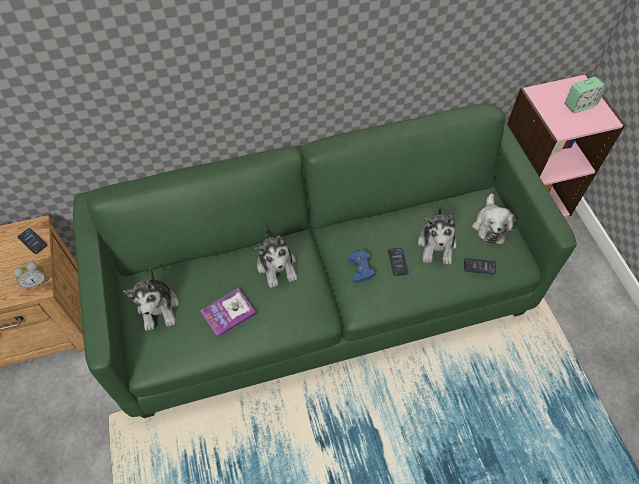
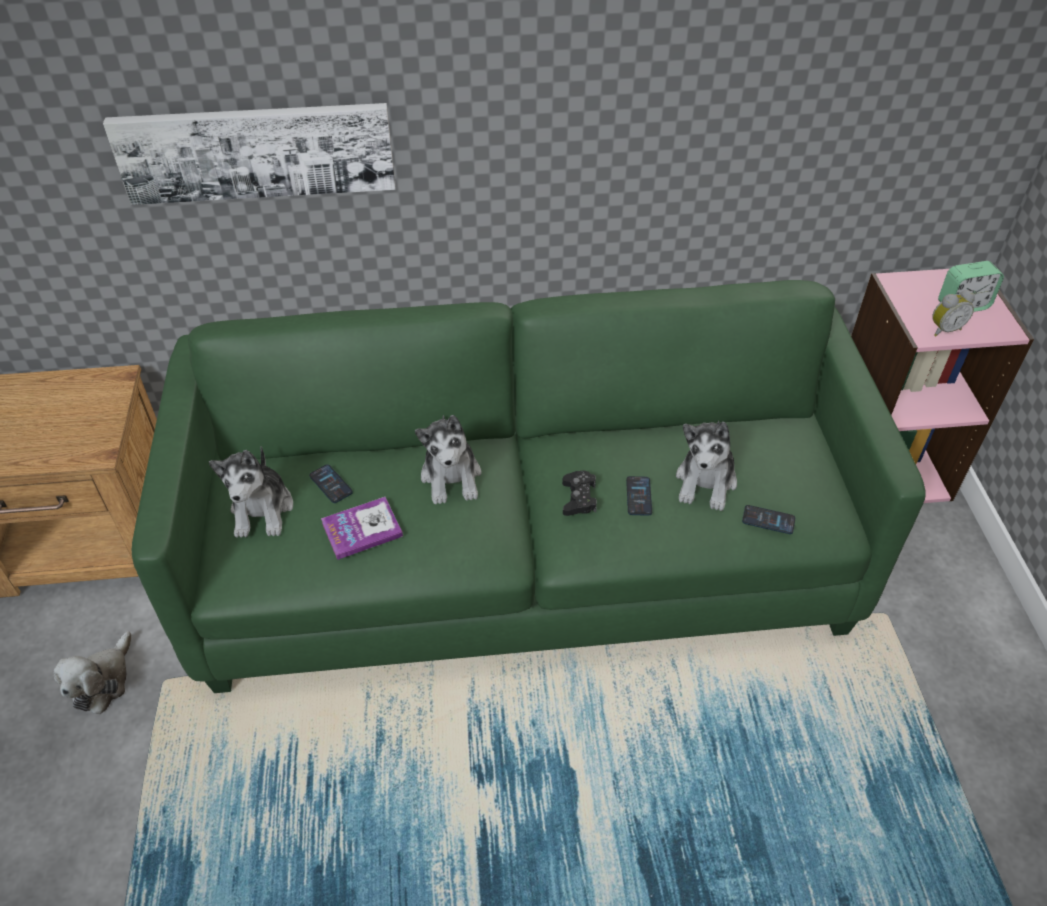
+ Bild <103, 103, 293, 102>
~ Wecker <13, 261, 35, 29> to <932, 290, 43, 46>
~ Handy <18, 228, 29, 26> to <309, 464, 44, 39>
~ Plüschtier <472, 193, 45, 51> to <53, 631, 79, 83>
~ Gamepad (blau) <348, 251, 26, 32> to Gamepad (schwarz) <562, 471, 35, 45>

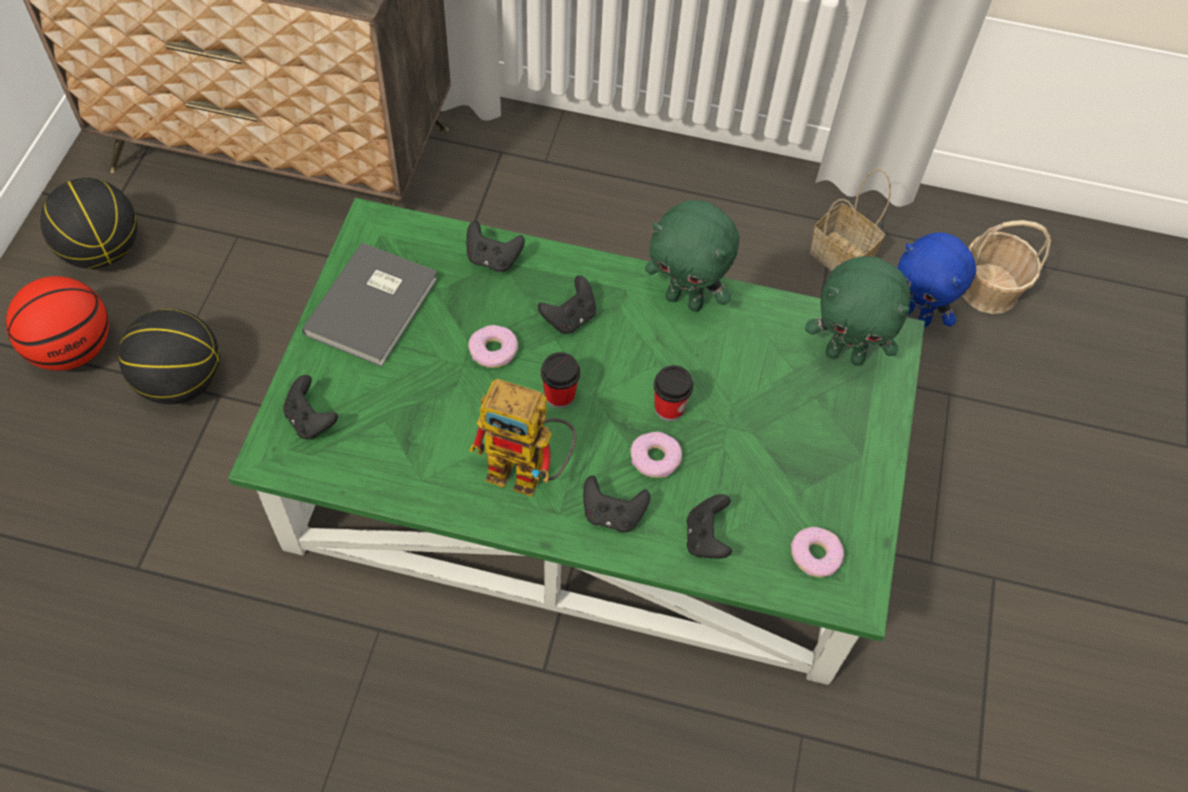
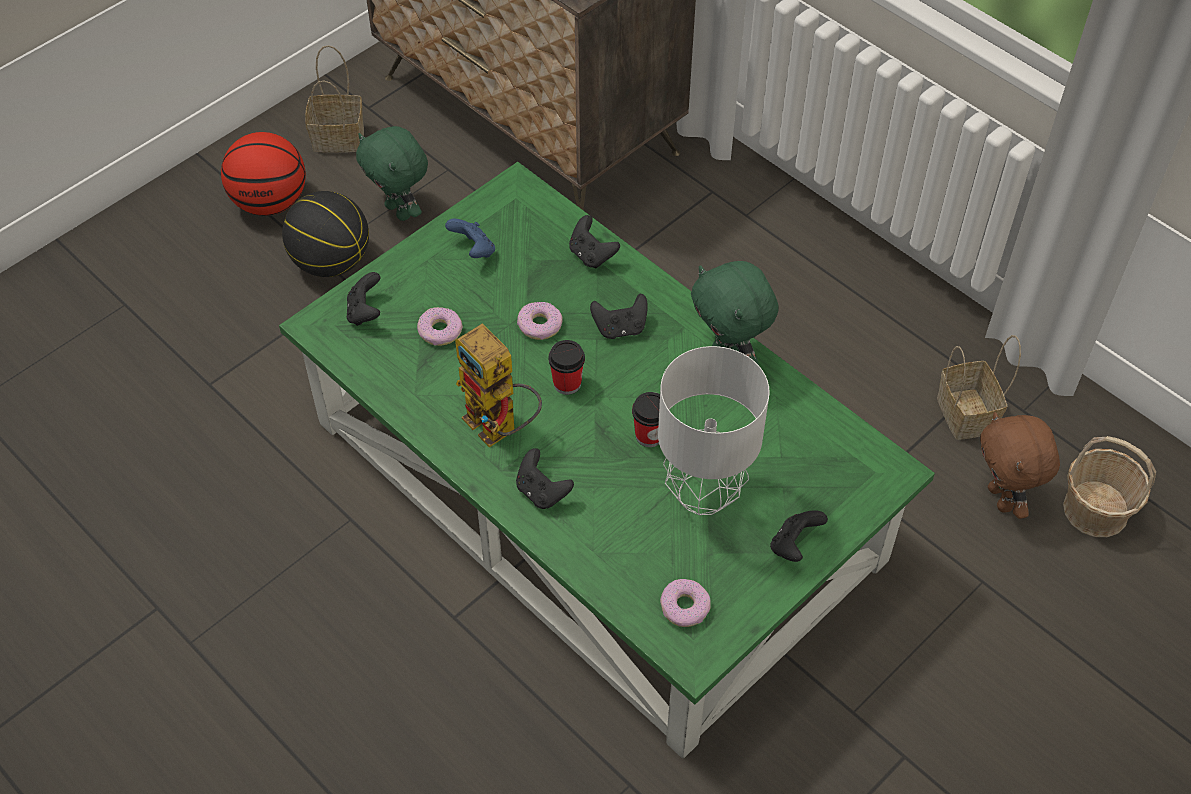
+ Tischlampe (grau) <658, 346, 112, 169>
~ Donut <631, 432, 51, 46> to <417, 307, 46, 39>
~ Gamepad (schwarz) <687, 494, 45, 65> to <770, 510, 58, 52>
~ Plüschtier (grün) <805, 256, 105, 110> to <356, 126, 72, 95>
~ Basketball <40, 178, 97, 91> to Korb <305, 45, 59, 108>
~ Buch (grau) <302, 242, 136, 125> to Gamepad (blau) <445, 219, 50, 39>
~ Plüschtier (blau) <897, 232, 79, 95> to Plüschtier (braun) <980, 412, 80, 107>

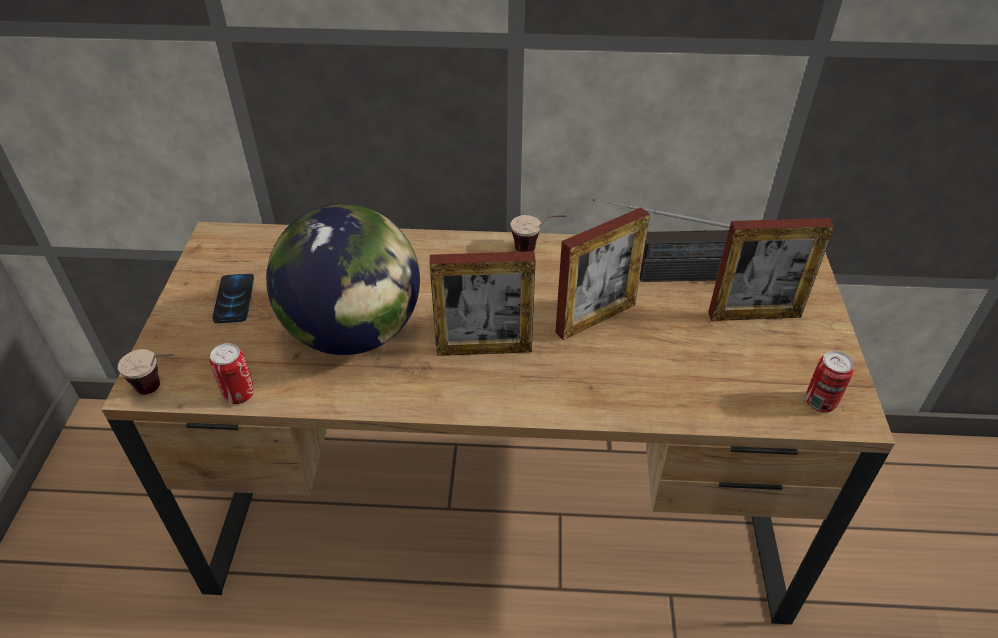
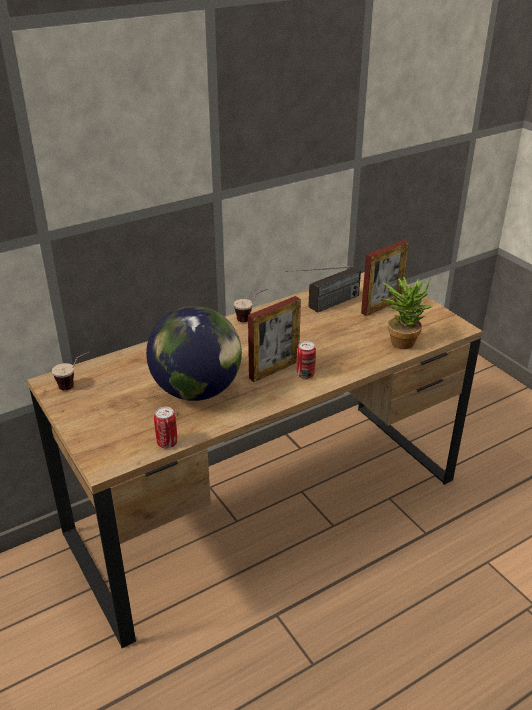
- Handy <212, 274, 42, 49>
- Bilderrahmen <555, 208, 95, 132>
+ Topfpflanze <381, 276, 52, 73>
~ Tasse <118, 349, 56, 46> to <52, 351, 38, 39>
~ Dose <806, 351, 48, 61> to <297, 341, 19, 38>

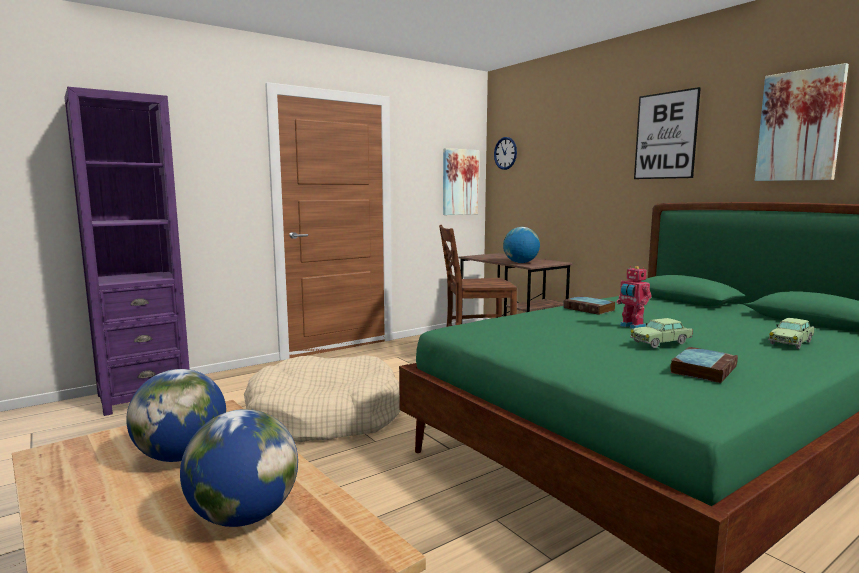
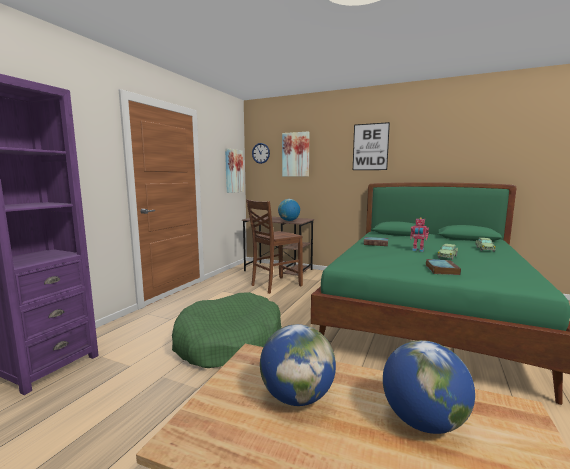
~ Buch <670, 347, 68, 36> to <426, 259, 35, 16>
~ Bild <755, 63, 94, 118> to <282, 131, 28, 46>
~ Hundebett (beige) <244, 355, 156, 87> to Hundebett (grün) <172, 292, 110, 76>

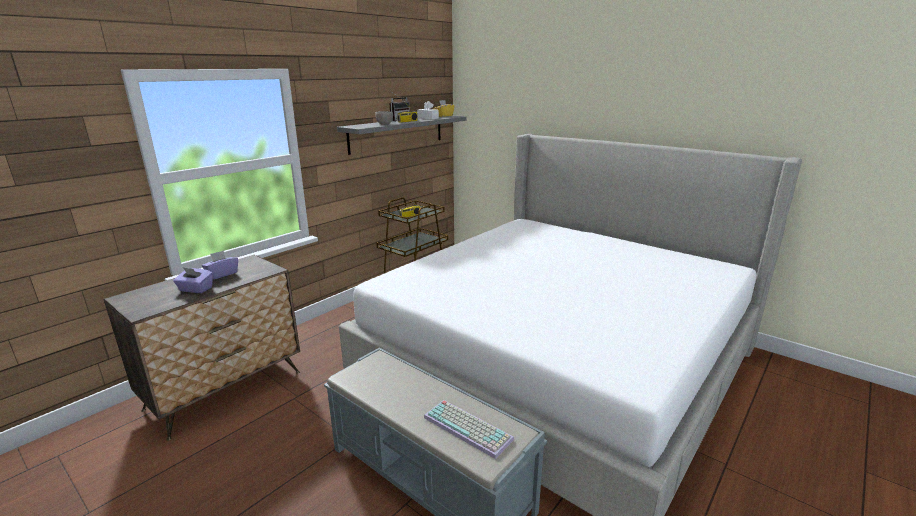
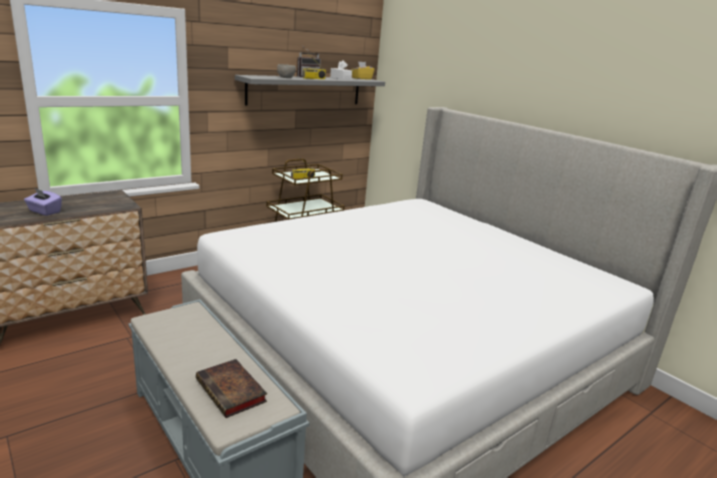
- Taschentuchbox (lila) <202, 250, 36, 29>
~ Tastatur <424, 400, 90, 59> to Buch <196, 359, 71, 59>

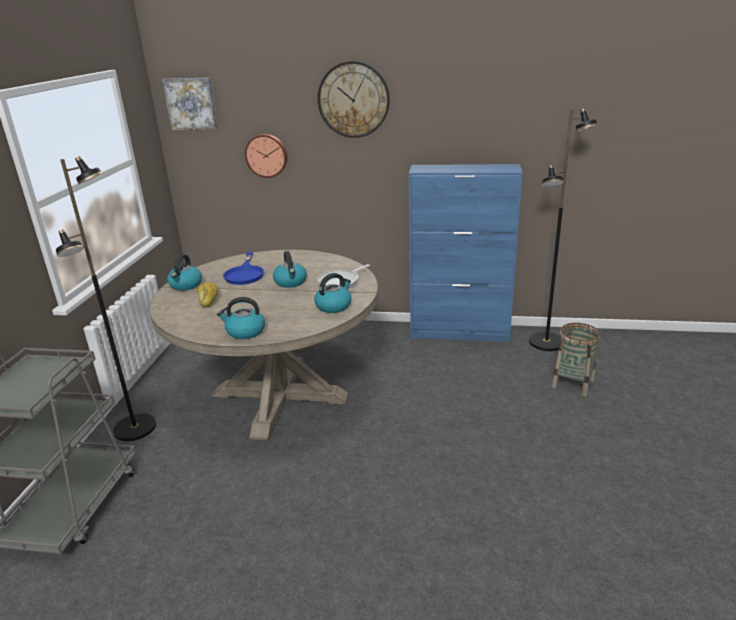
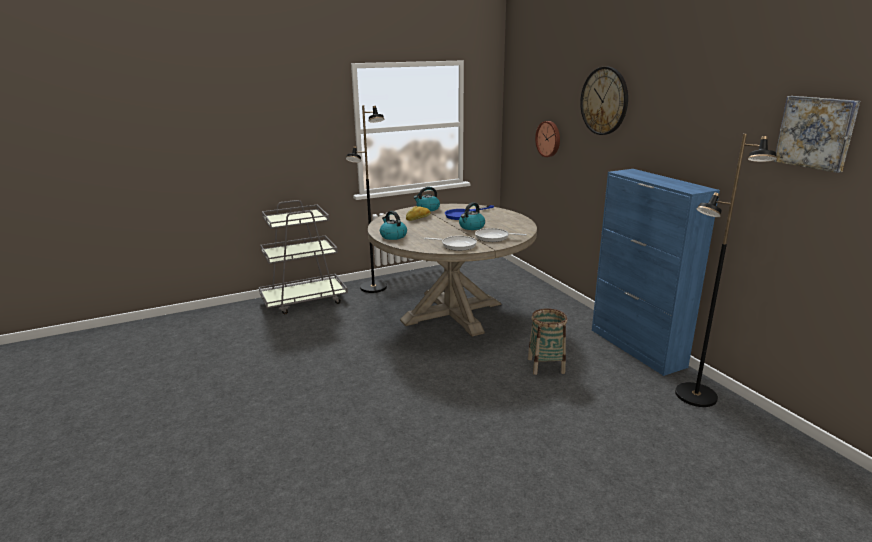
~ Bild <162, 77, 56, 53> to <774, 96, 86, 77>
~ Korb <552, 323, 48, 73> to <528, 308, 40, 67>
~ Wasserkessel <314, 273, 38, 40> to Pfanne <424, 236, 53, 15>

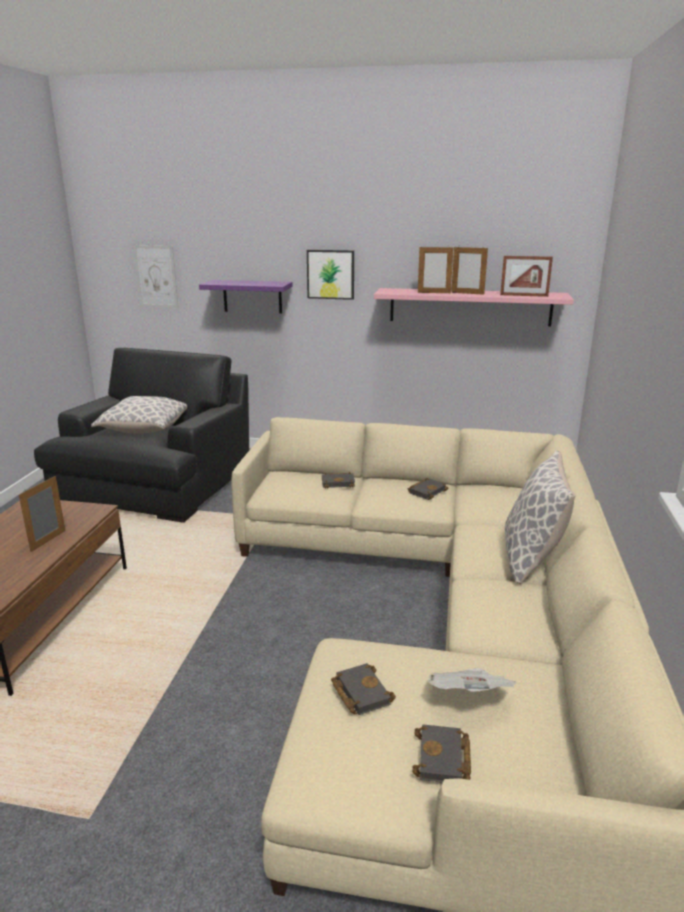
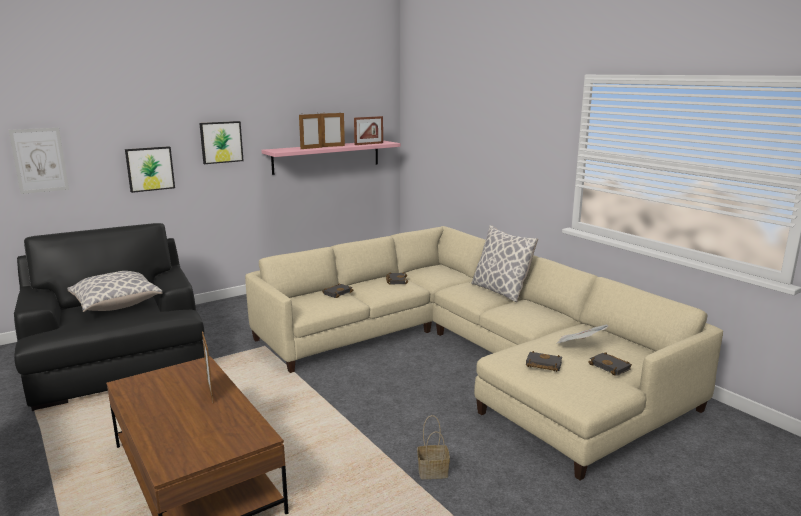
+ Korb <417, 415, 33, 64>
~ Wandregal (lila) <199, 280, 94, 33> to Bild <125, 146, 50, 47>

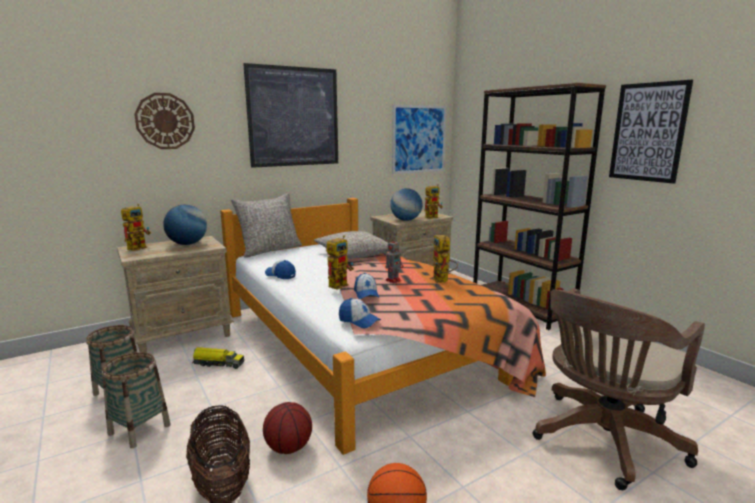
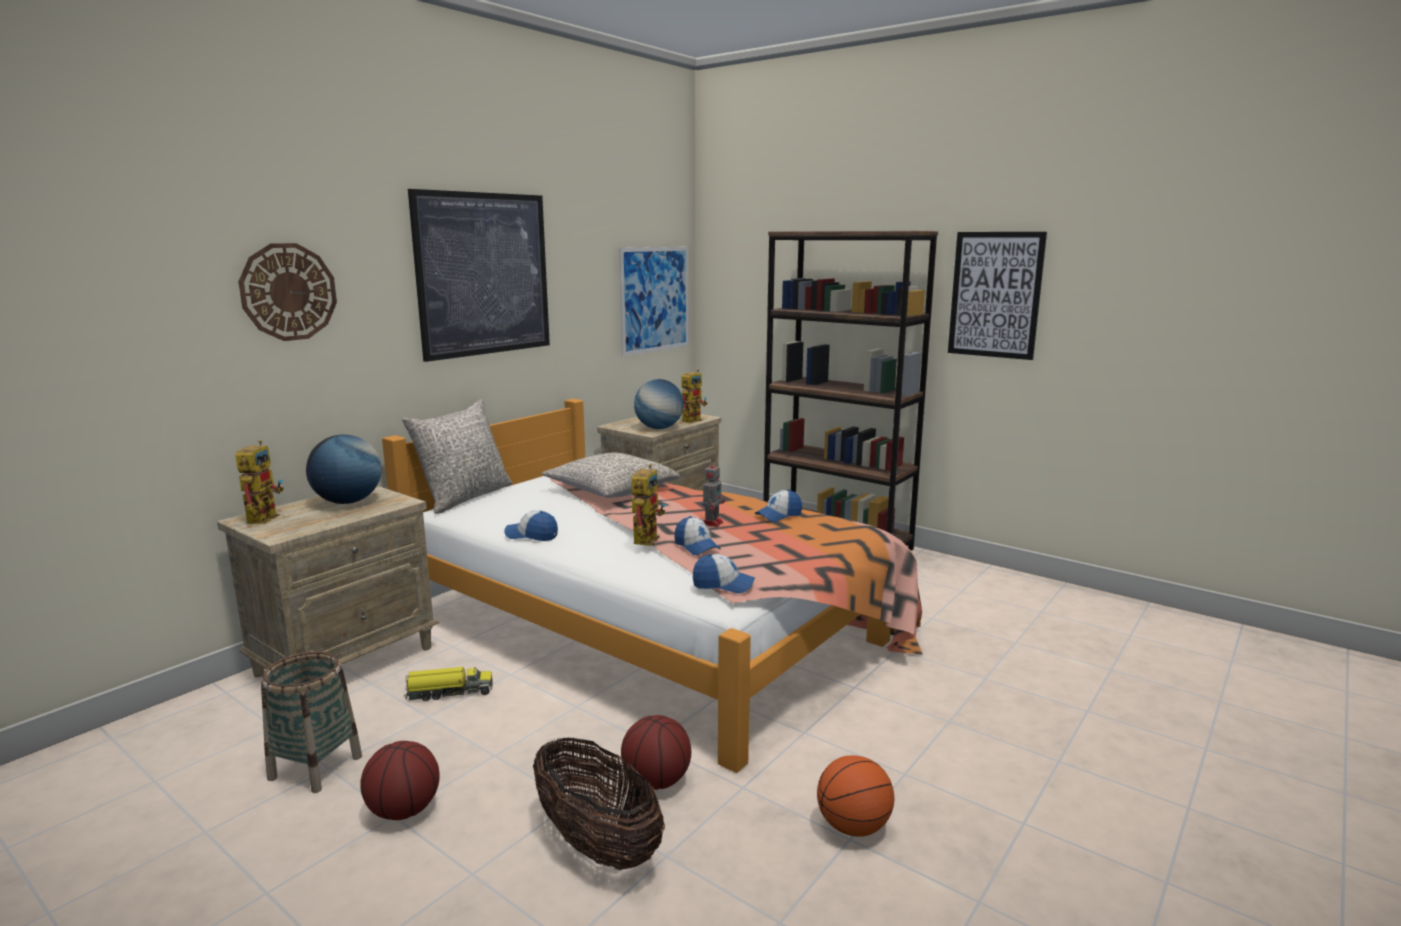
- Bürostuhl (braun) <533, 288, 172, 202>
~ Korb <102, 352, 69, 96> to Basketball <360, 741, 80, 79>
~ Spielzeugroboter <432, 235, 26, 48> to Kappe <755, 489, 47, 33>

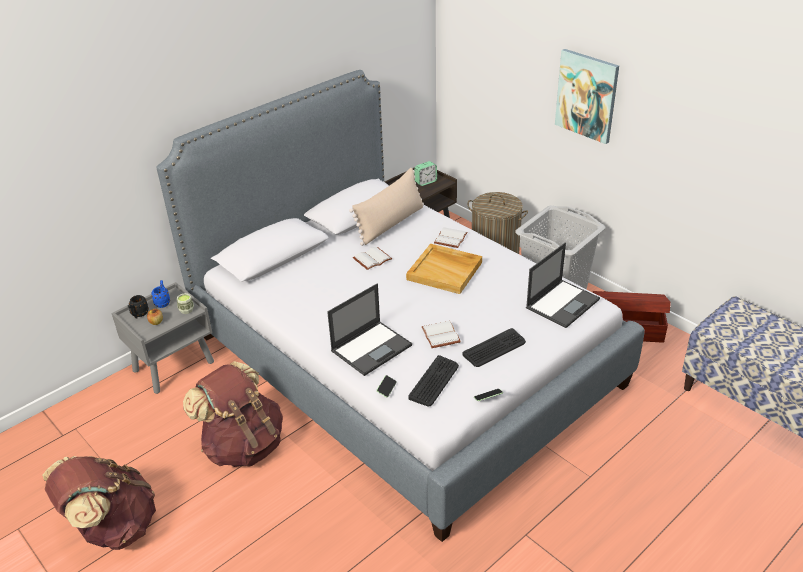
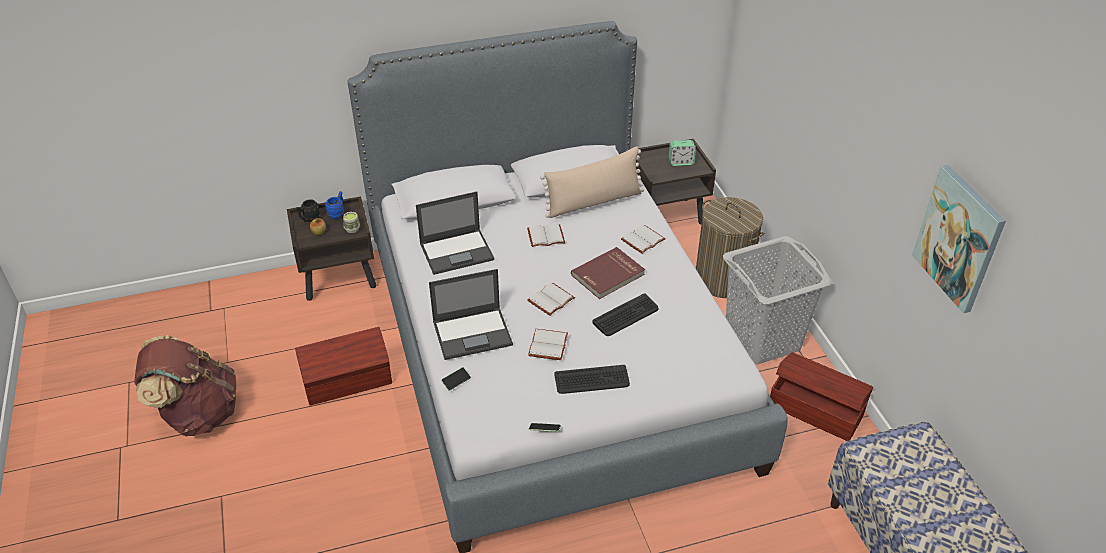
+ Buch (weiß) <527, 283, 48, 33>
~ Tastatur <408, 355, 51, 52> to <592, 293, 67, 43>
~ Laptop <526, 243, 74, 85> to <416, 191, 78, 84>
~ Bild <555, 49, 64, 95> to <912, 165, 94, 148>
~ Rucksack (braun) <183, 361, 100, 106> to Aufbewahrungsbox (braun) <295, 327, 97, 79>
~ Tablett (beige) <406, 244, 76, 50> to Buch (rot) <571, 247, 74, 52>
~ Nachttisch (grau) <112, 282, 102, 112> to Nachttisch (braun) <287, 196, 89, 105>

